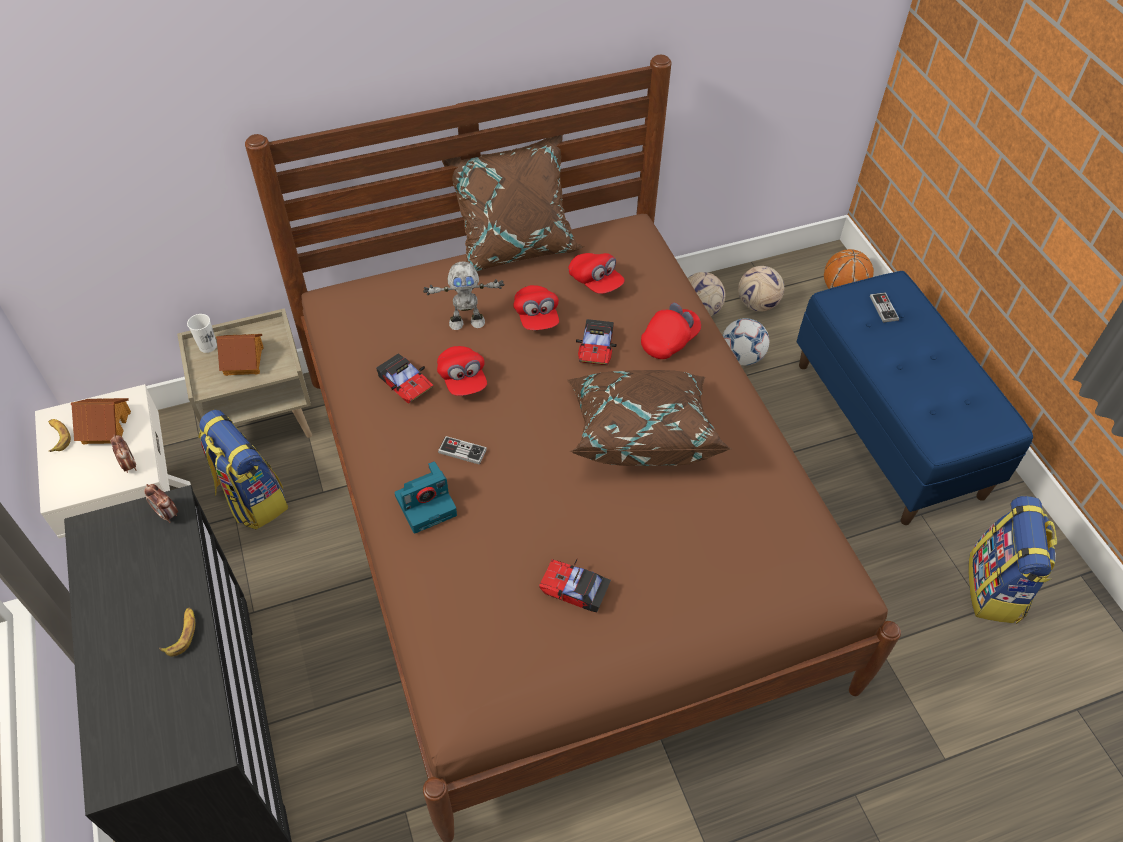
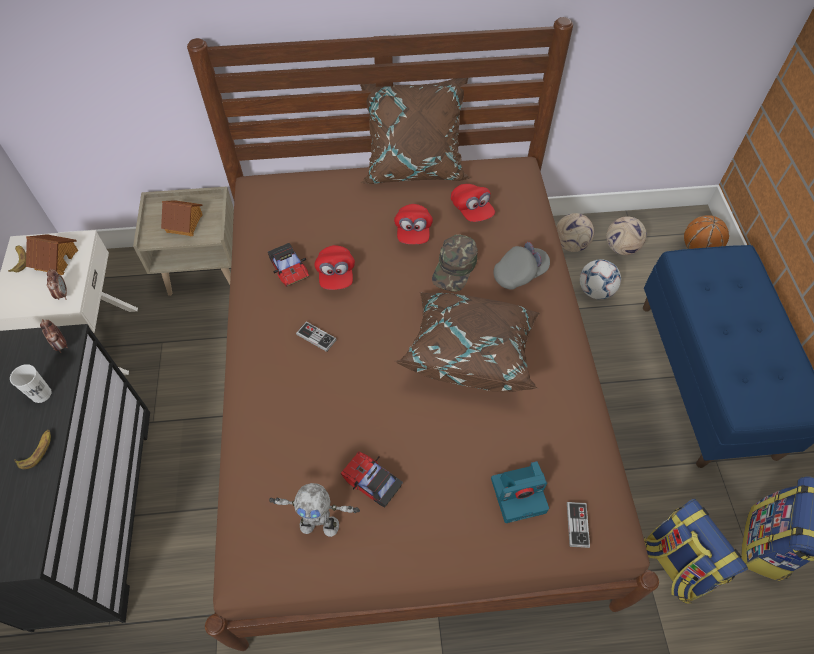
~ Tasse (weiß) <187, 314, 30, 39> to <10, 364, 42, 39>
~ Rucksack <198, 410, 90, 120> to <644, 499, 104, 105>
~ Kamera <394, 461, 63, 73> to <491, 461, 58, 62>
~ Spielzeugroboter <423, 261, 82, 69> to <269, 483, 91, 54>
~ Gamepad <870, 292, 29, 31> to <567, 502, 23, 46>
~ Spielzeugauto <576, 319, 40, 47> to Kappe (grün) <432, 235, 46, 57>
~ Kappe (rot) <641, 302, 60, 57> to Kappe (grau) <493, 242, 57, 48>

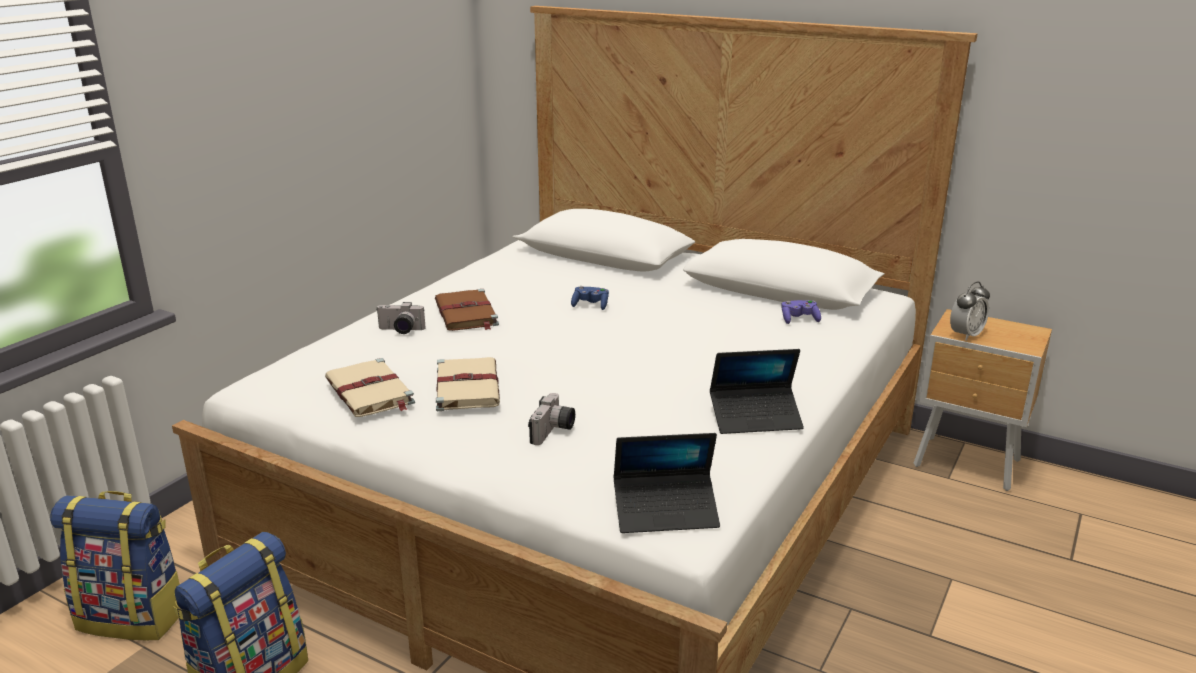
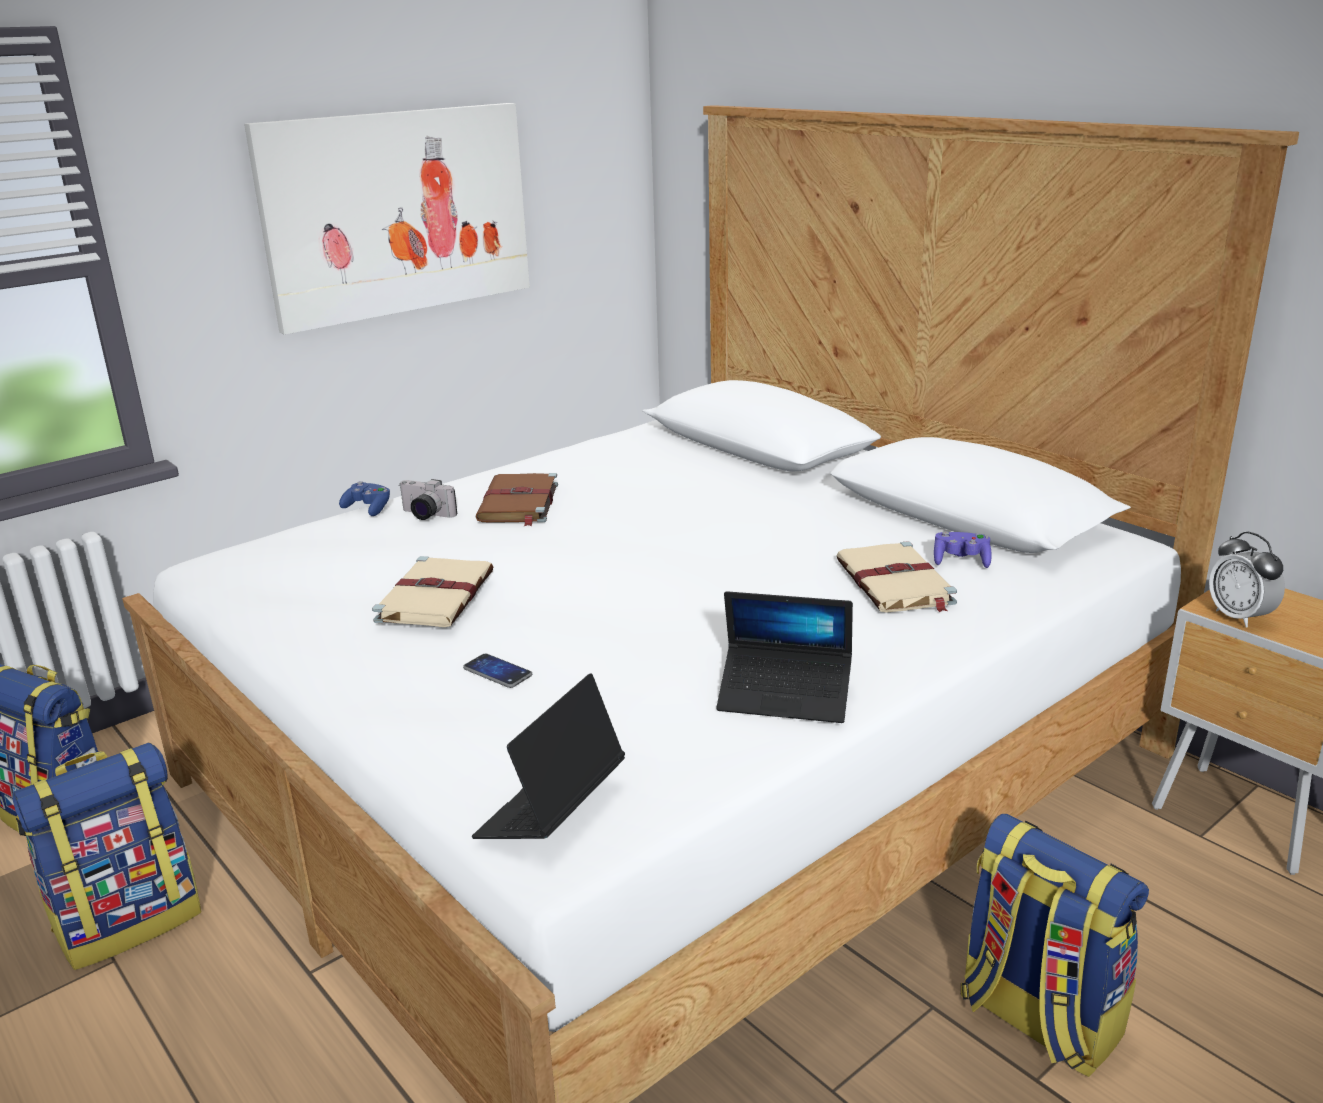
+ Bild <244, 103, 286, 232>
+ Rucksack <961, 814, 188, 263>
~ Buch (beige) <325, 358, 90, 59> to <836, 541, 121, 72>
~ Gamepad (blau) <571, 286, 38, 24> to <339, 481, 51, 35>
~ Kamera <528, 393, 47, 52> to Handy <463, 654, 69, 34>
~ Laptop <614, 433, 106, 100> = <472, 673, 153, 166> 105 degrees clockwise
~ Wecker <950, 282, 40, 59> = <1209, 531, 76, 97> 90 degrees clockwise

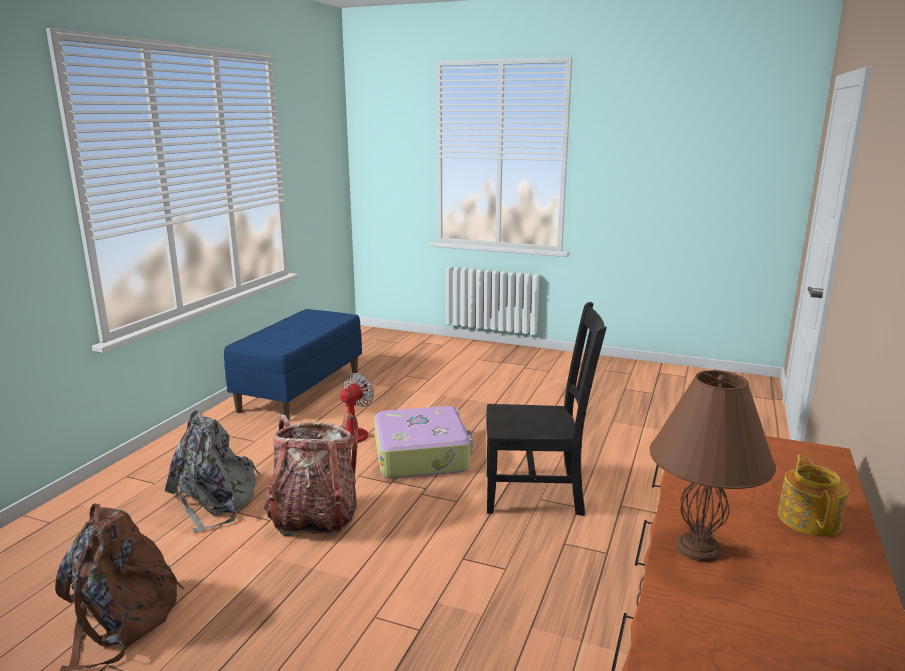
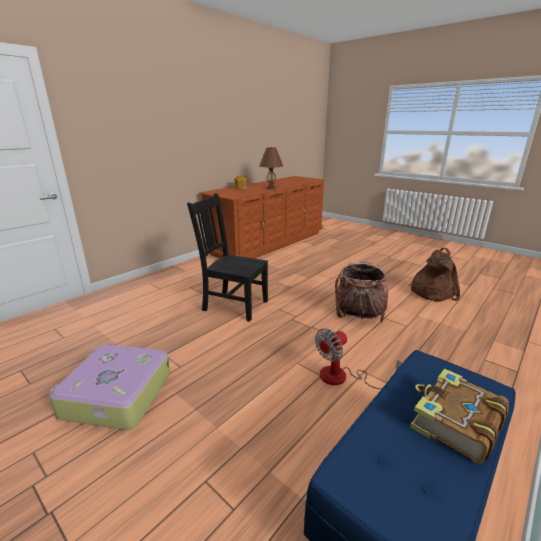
- Rucksack (grau) <165, 410, 96, 123>
+ Buch <410, 368, 99, 96>
~ Koffer <374, 406, 99, 73> to <49, 344, 121, 86>

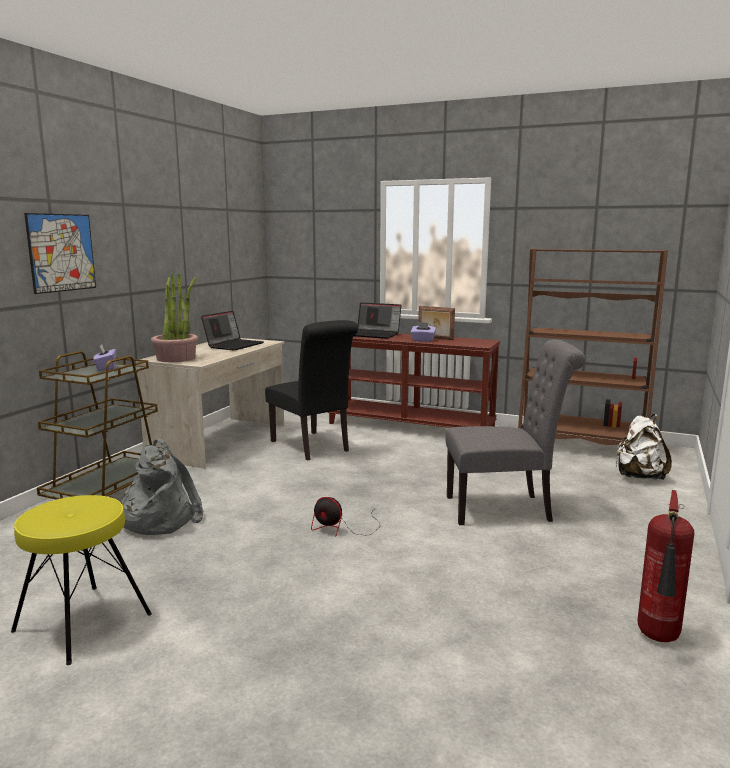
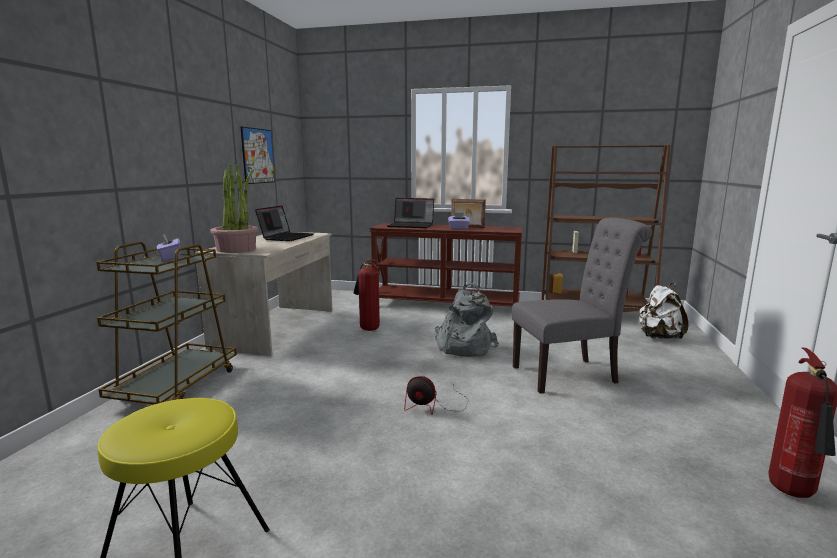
~ Bild <24, 213, 72, 81> to <241, 127, 34, 57>
~ Rucksack (grau) <121, 439, 83, 96> to <434, 283, 65, 74>
~ Stuhl (schwarz) <265, 320, 93, 141> to Feuerlöscher <354, 260, 26, 71>

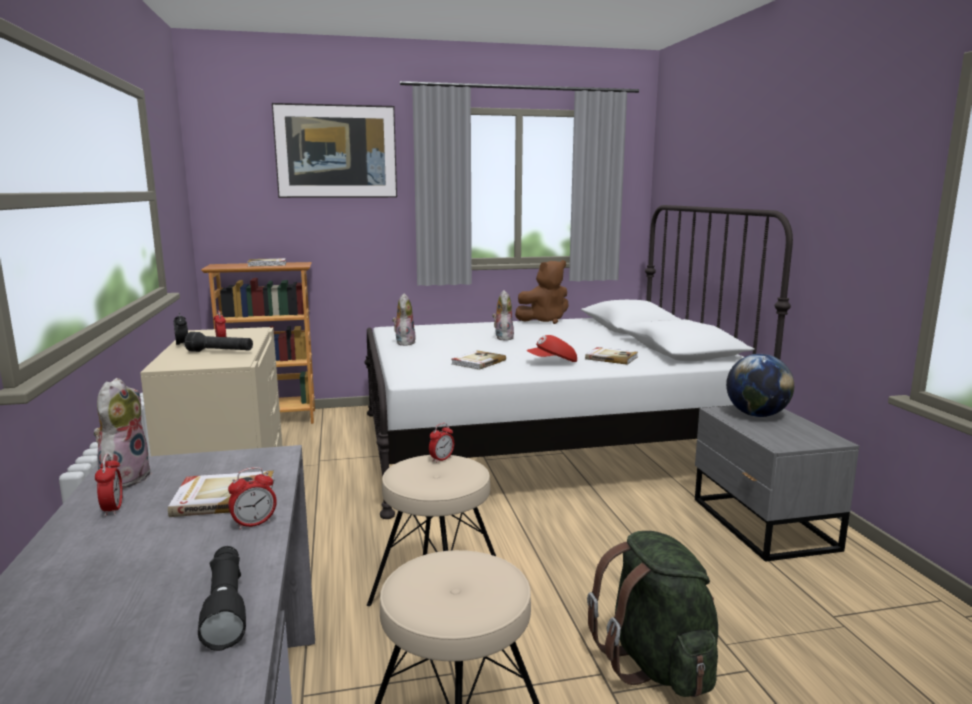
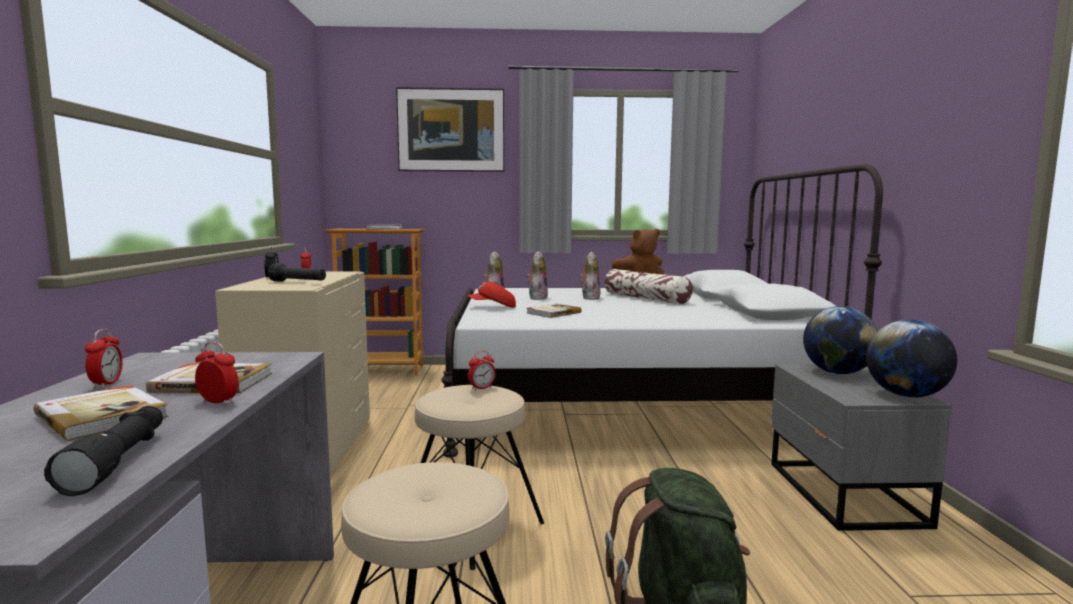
+ Kissen <605, 269, 88, 35>
+ Globus <866, 319, 91, 79>
~ Plüschtier <94, 378, 58, 111> to <527, 252, 21, 48>
~ Kappe (rot) <526, 335, 51, 27> to <468, 282, 48, 26>
~ Buch <585, 347, 53, 18> to <34, 385, 134, 56>
~ Wecker <228, 467, 49, 63> = <195, 342, 44, 64> 135 degrees counterclockwise

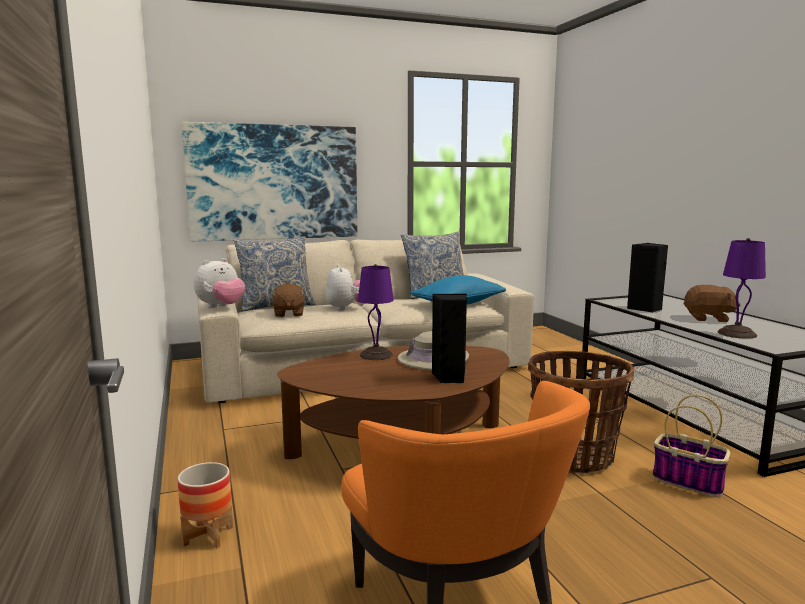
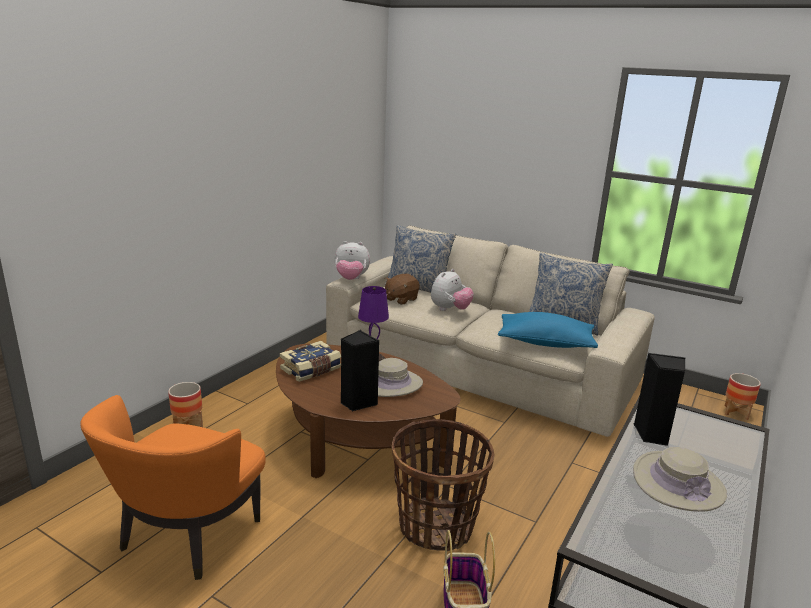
- Bild <182, 122, 175, 120>
- Tischlampe (lila) <718, 238, 48, 101>
+ Buch <280, 341, 61, 41>
+ Pflanzkübel <725, 373, 36, 47>
~ Plüschtier (braun) <683, 285, 57, 37> to Hut (beige) <633, 447, 94, 65>

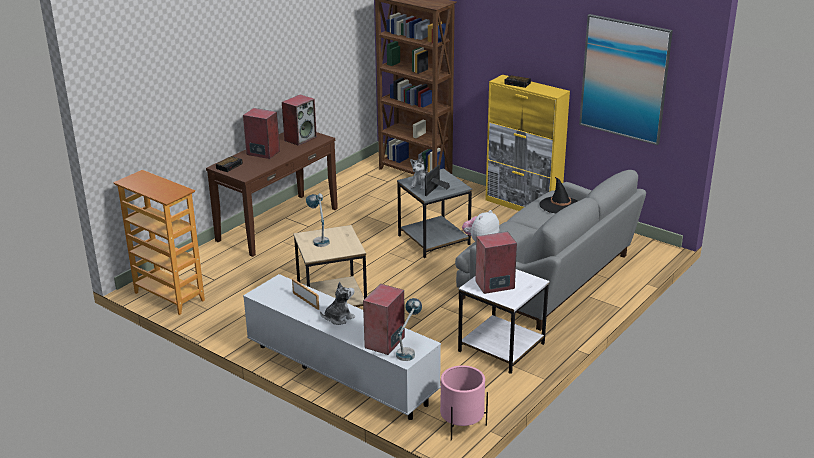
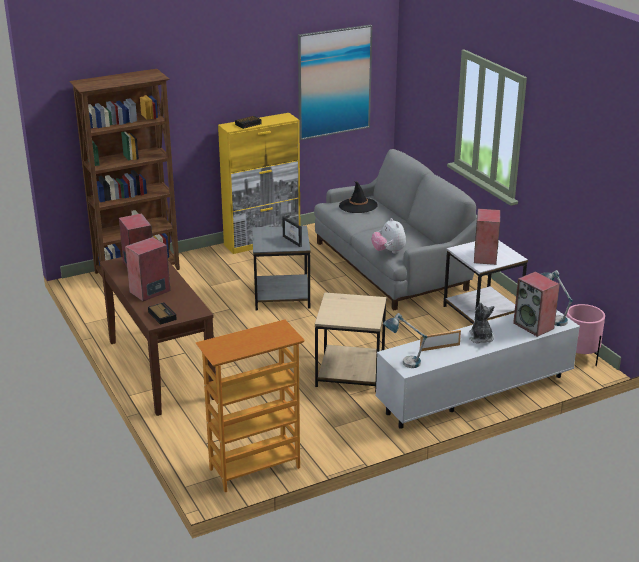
- Plüschtier <410, 157, 18, 33>
~ Tischlampe <306, 193, 24, 54> to <383, 313, 44, 55>

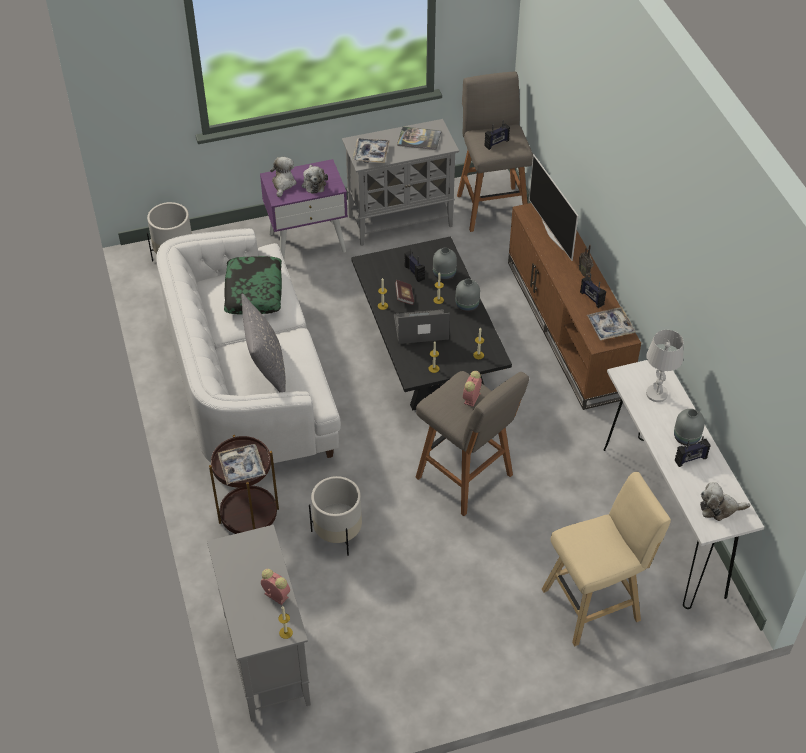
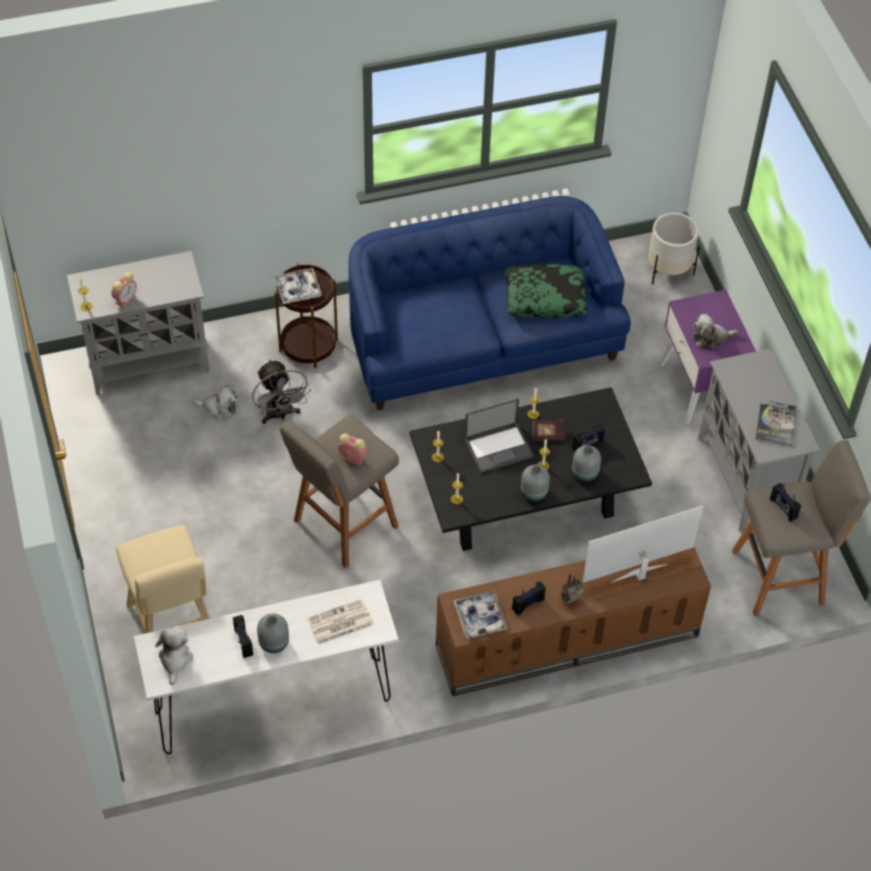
- Kissen (grau) <241, 294, 45, 98>
- Tablett <352, 138, 38, 25>
~ Plüschtier <270, 157, 26, 40> to <193, 385, 44, 34>
~ Pflanzkübel (weiß) <309, 476, 53, 80> to Ventilator (grau) <252, 359, 59, 65>
~ Tischlampe (weiß) <646, 330, 38, 72> to Zeitung <307, 599, 67, 46>
~ Sofa (weiß) <156, 228, 185, 235> to Sofa (blau) <348, 196, 283, 214>
~ Laptop <394, 309, 56, 35> = <464, 398, 70, 75> 75 degrees clockwise

